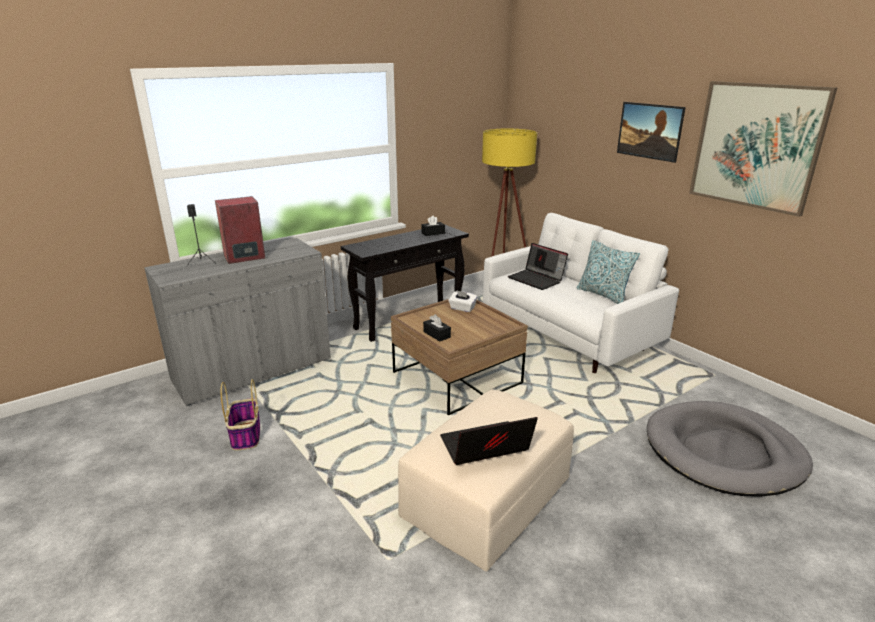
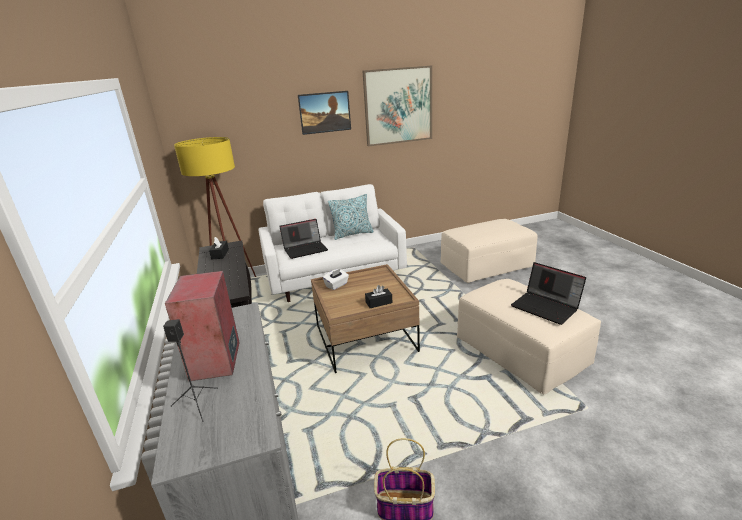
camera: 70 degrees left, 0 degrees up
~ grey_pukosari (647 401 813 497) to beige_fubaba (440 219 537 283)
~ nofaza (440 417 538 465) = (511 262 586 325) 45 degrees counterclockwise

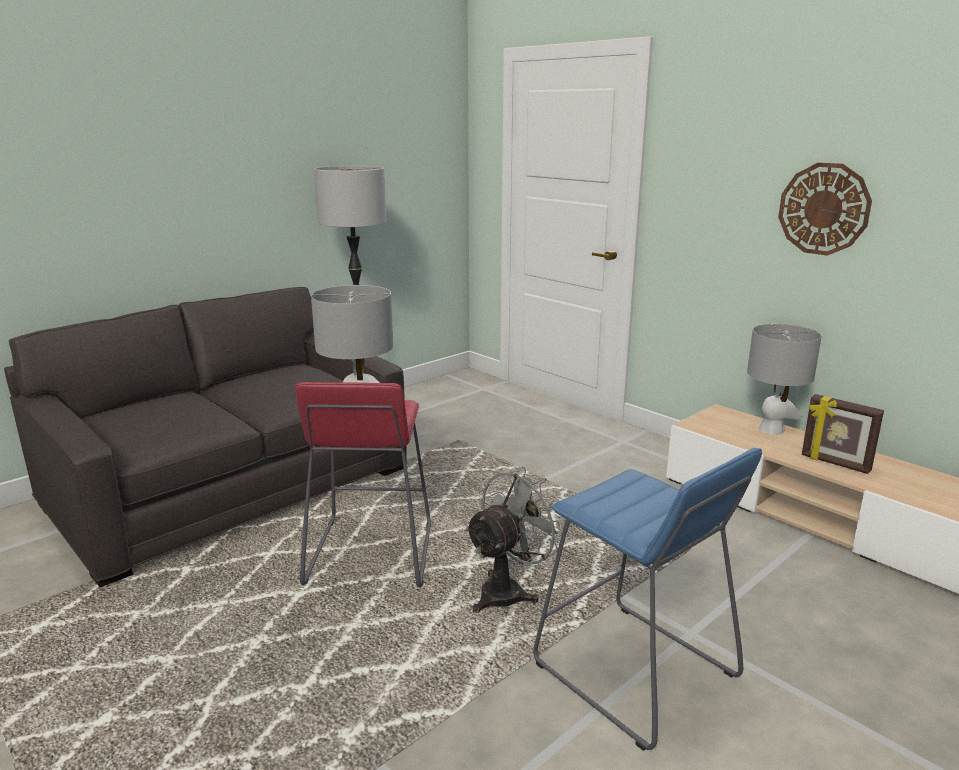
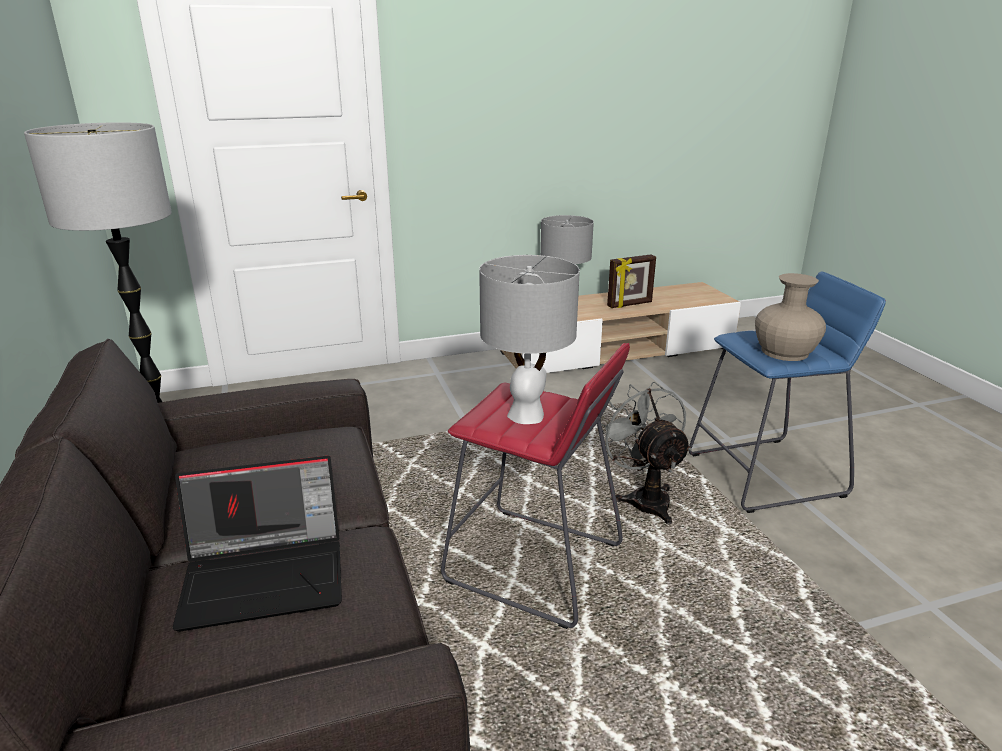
camera: 65 degrees left, 5 degrees up
- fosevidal (778 163 872 256)
+ nofaza (173 456 342 632)
+ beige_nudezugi (755 273 826 361)

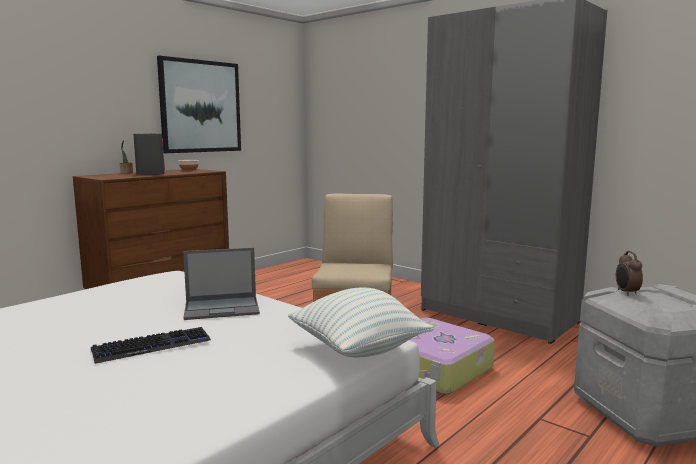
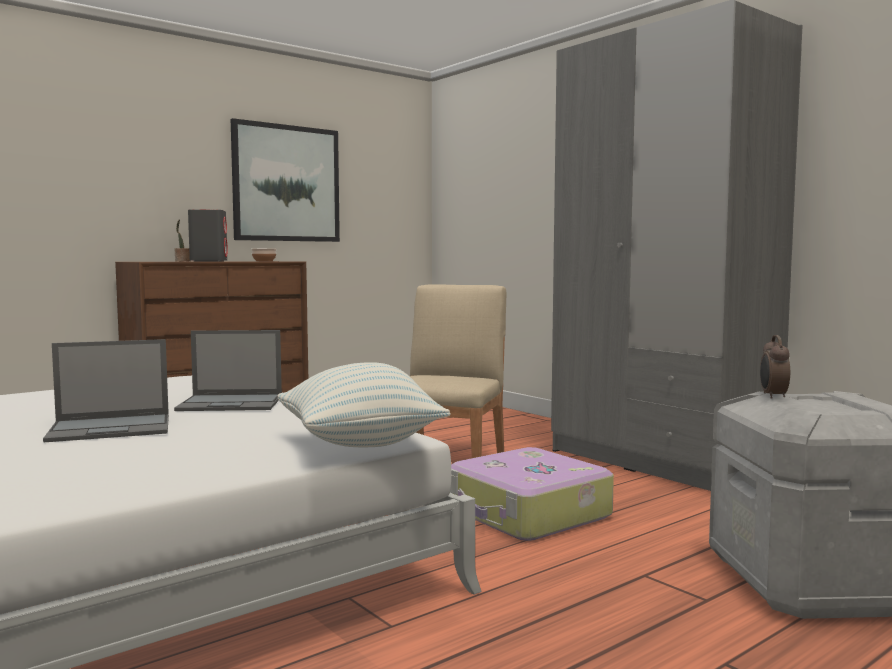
camera: 10 degrees right, 5 degrees down
~ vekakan (91 327 211 364) to nofaza (43 339 169 442)

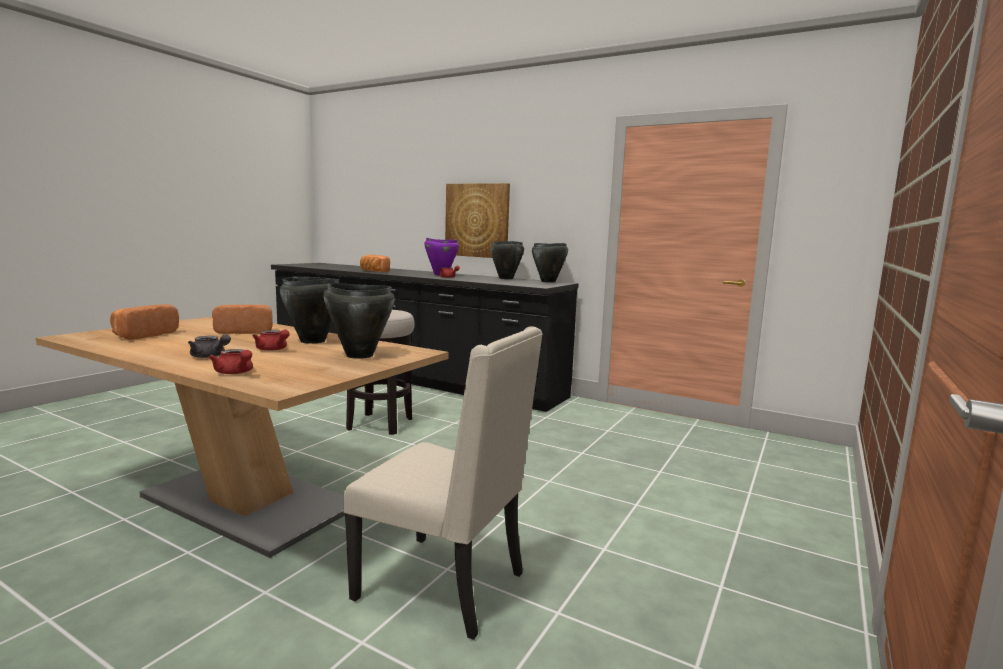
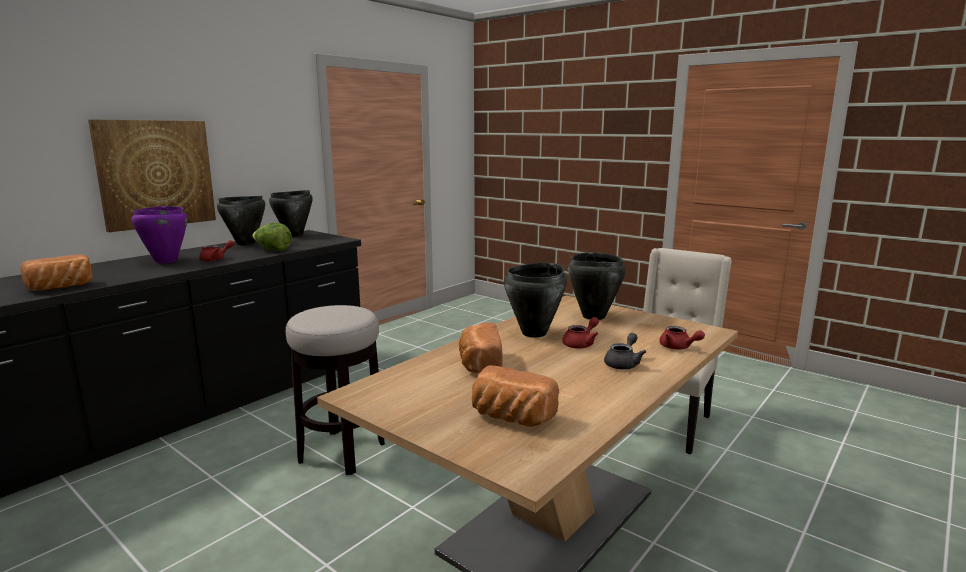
camera: 80 degrees left, 5 degrees up
+ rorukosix (252 222 292 251)
~ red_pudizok (209 349 253 374) = (659 326 705 349) 90 degrees clockwise

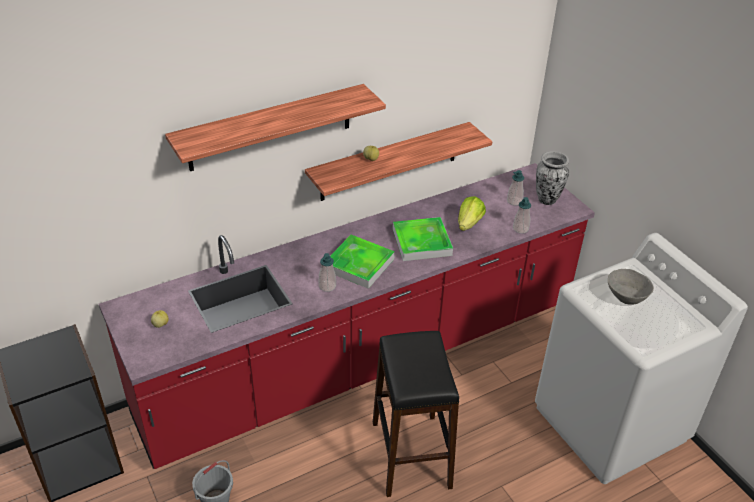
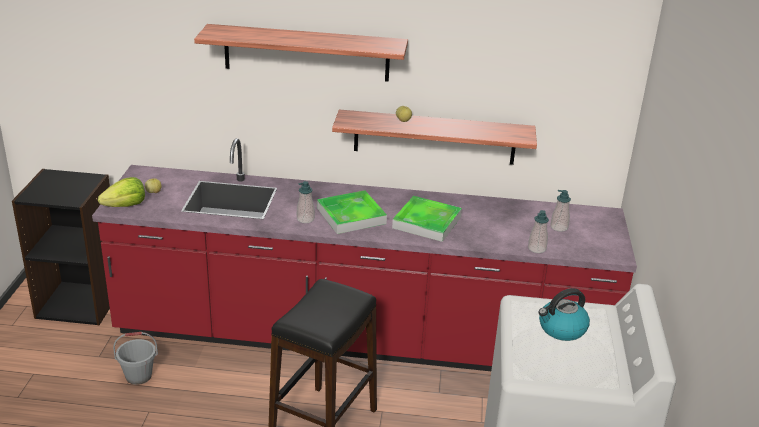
camera: 35 degrees right, 10 degrees down
- nudezugi (536 151 569 205)
~ rorukosix (458 196 486 231) to (98 177 145 207)
~ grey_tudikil (608 269 654 305) to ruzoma (538 288 590 341)

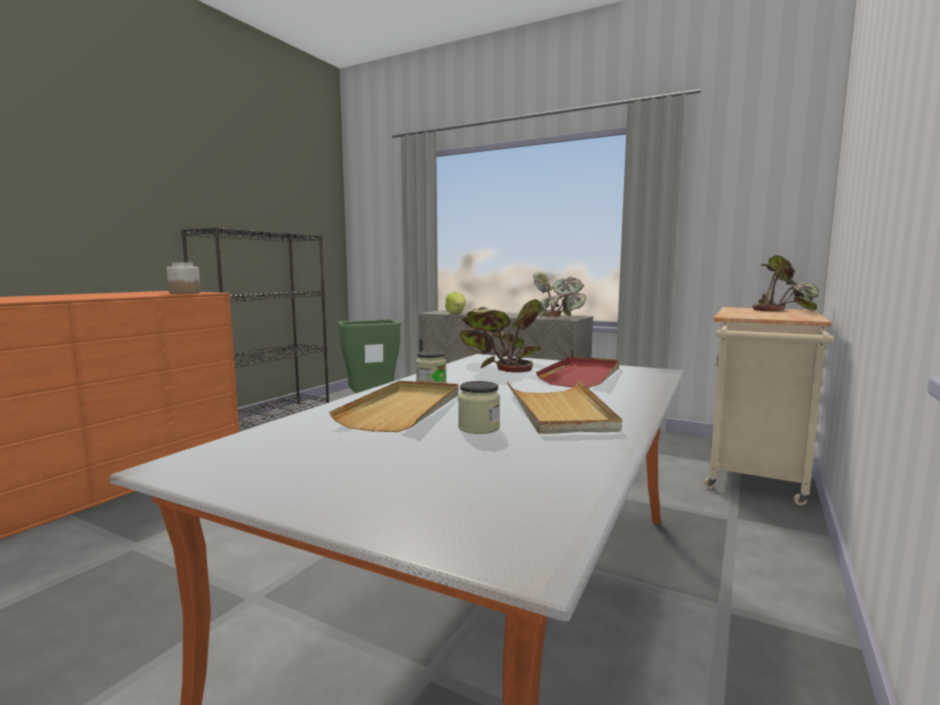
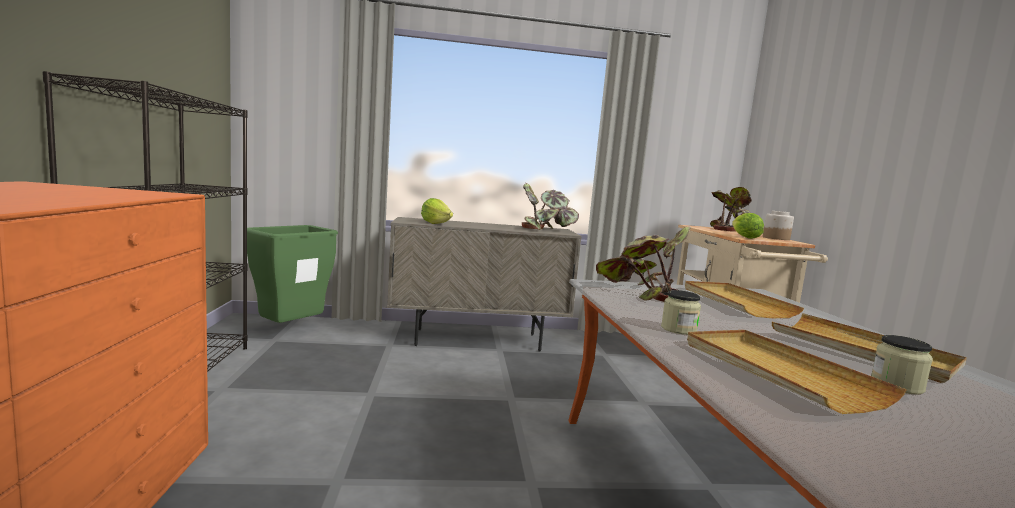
camera: 35 degrees left, 0 degrees up
+ rorukosix (732 213 764 239)
~ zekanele (167 263 200 294) to (763 211 794 240)
~ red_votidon (536 356 620 388) to beige_votidon (685 281 804 318)

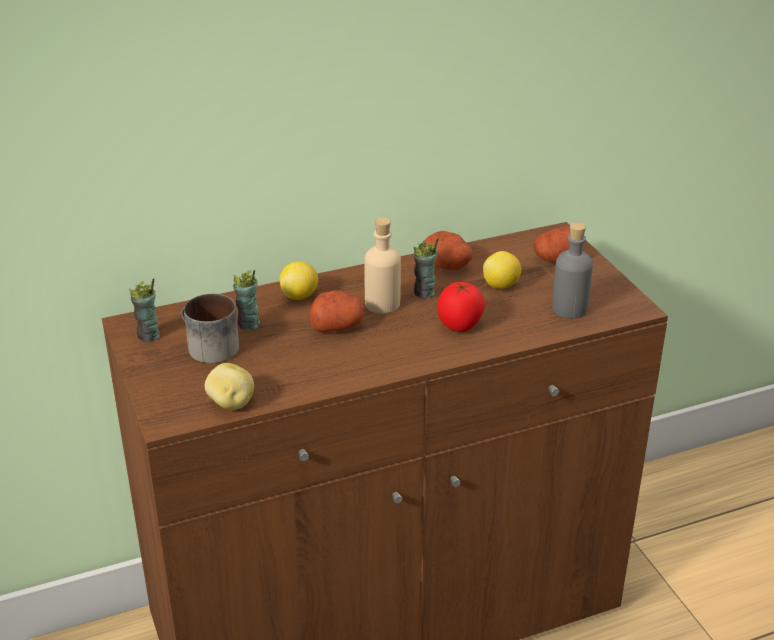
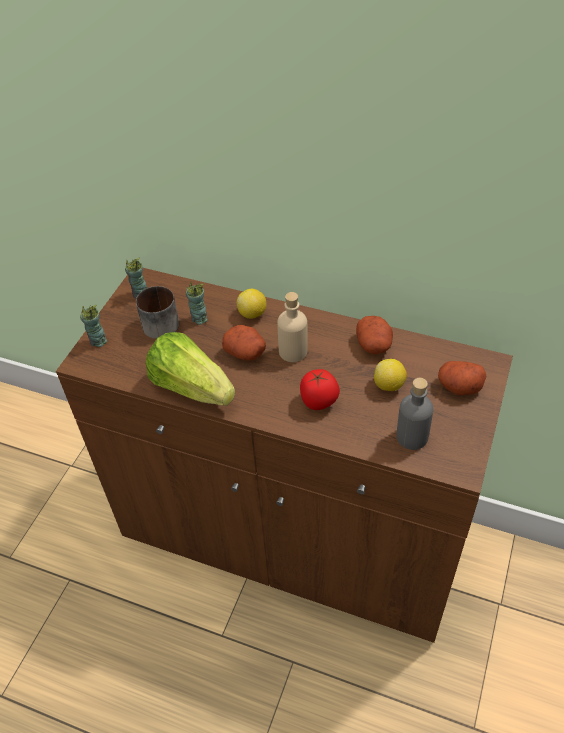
camera: 45 degrees right, 15 degrees up
- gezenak (205 363 254 410)
+ rorukosix (145 332 235 406)
~ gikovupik (414 238 439 299) to (80 305 107 347)

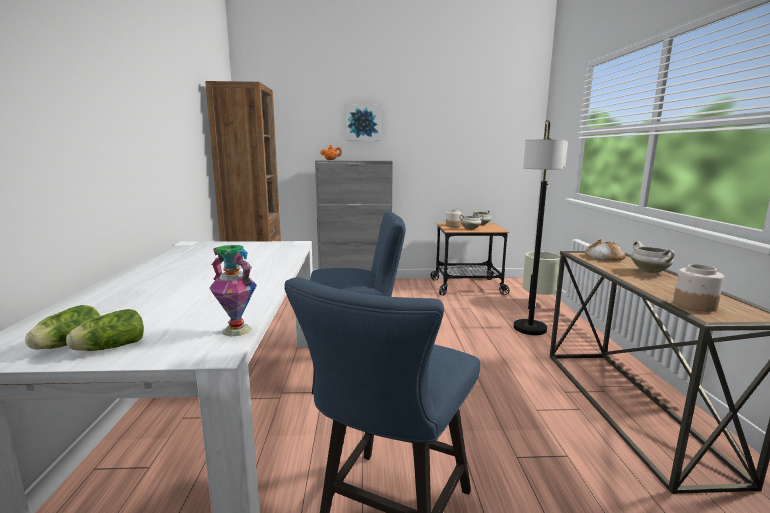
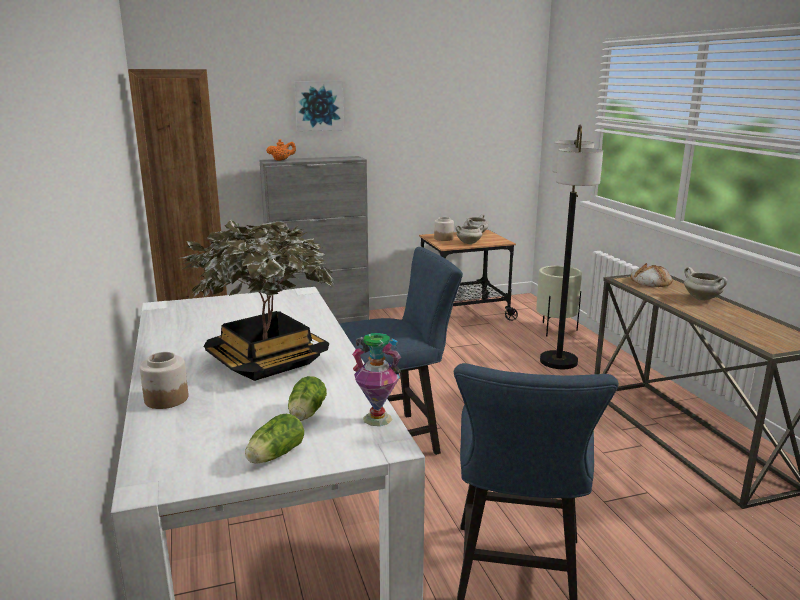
camera: 15 degrees left, 5 degrees up
+ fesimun (178 220 334 381)
~ rorukosix (25 305 100 350) to (288 376 327 421)
~ zekanele (673 264 724 312) to (140 352 188 409)

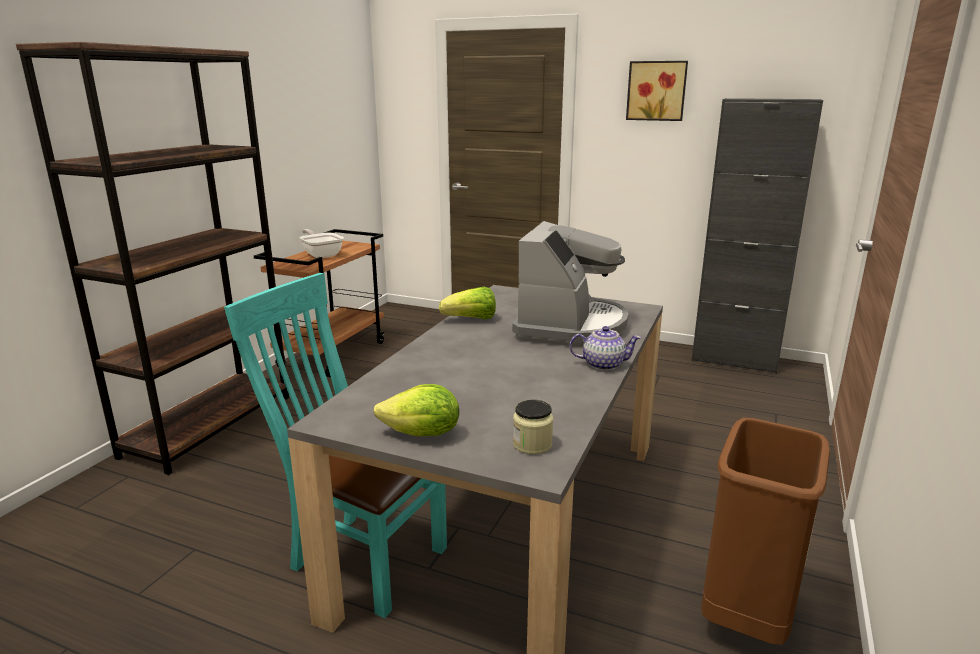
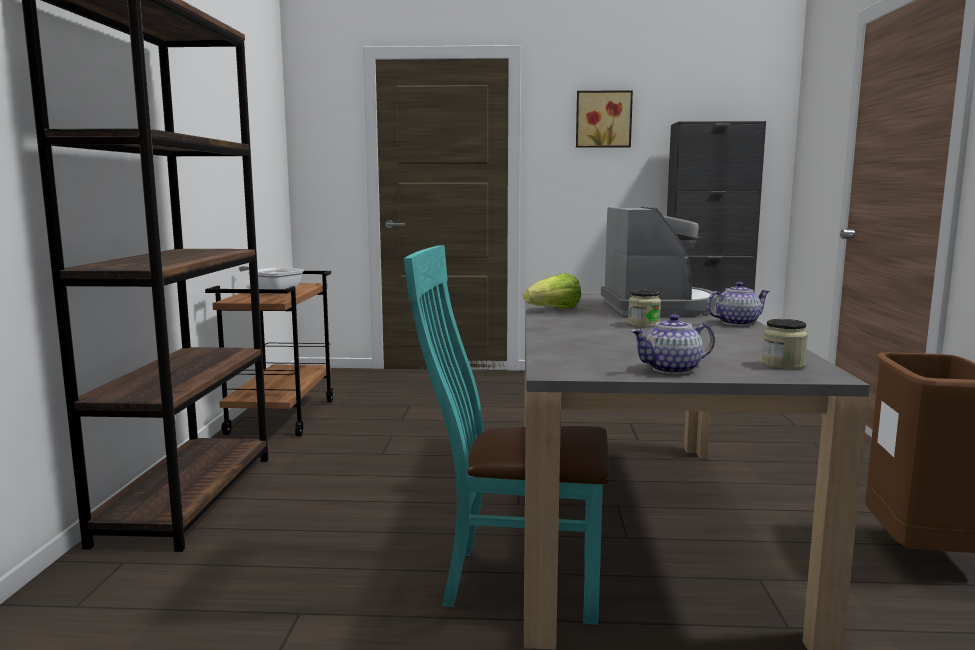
camera: 20 degrees left, 10 degrees down
+ zekanele (628 290 661 328)
~ rorukosix (374 384 459 436) to pudizok (630 314 715 374)

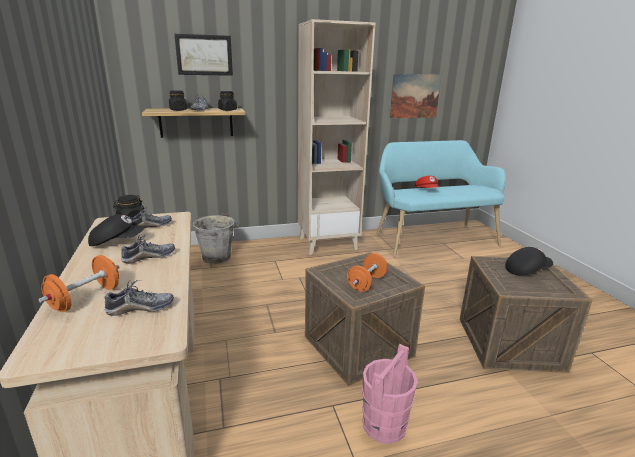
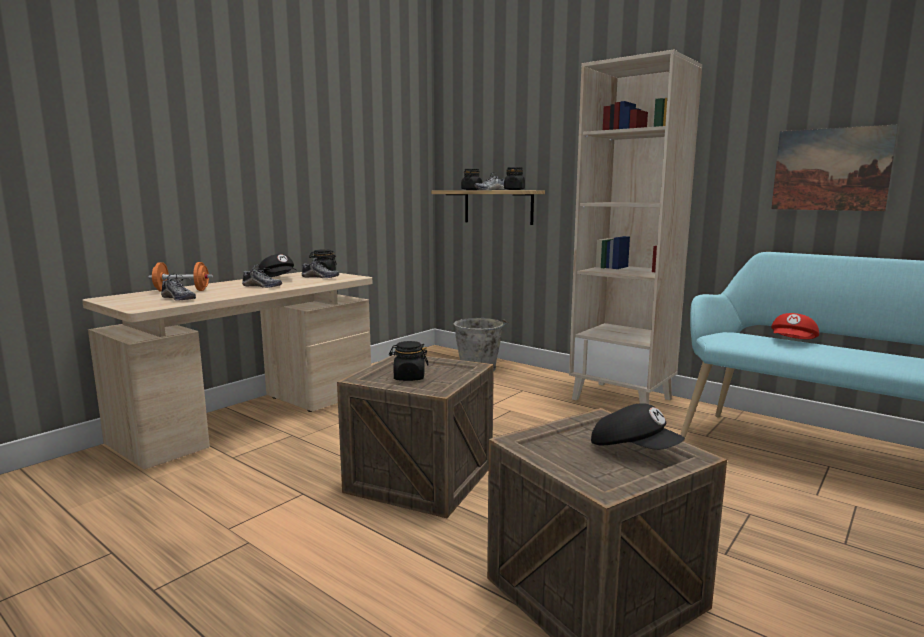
camera: 55 degrees right, 10 degrees down
- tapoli (174 34 233 76)
- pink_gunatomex (362 344 418 444)
~ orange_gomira (347 253 388 292) to black_zekanele (389 341 429 381)

